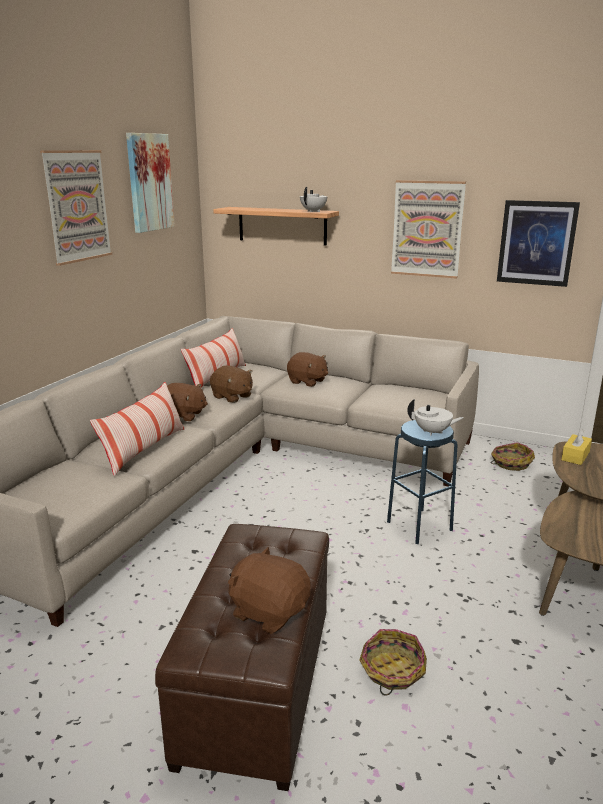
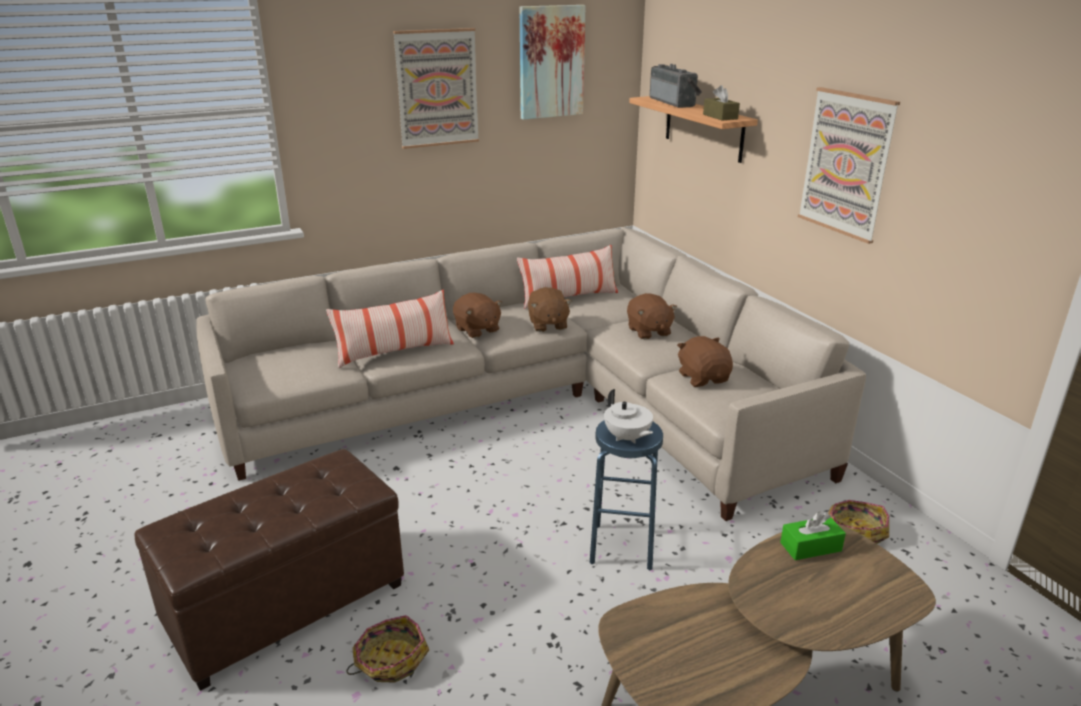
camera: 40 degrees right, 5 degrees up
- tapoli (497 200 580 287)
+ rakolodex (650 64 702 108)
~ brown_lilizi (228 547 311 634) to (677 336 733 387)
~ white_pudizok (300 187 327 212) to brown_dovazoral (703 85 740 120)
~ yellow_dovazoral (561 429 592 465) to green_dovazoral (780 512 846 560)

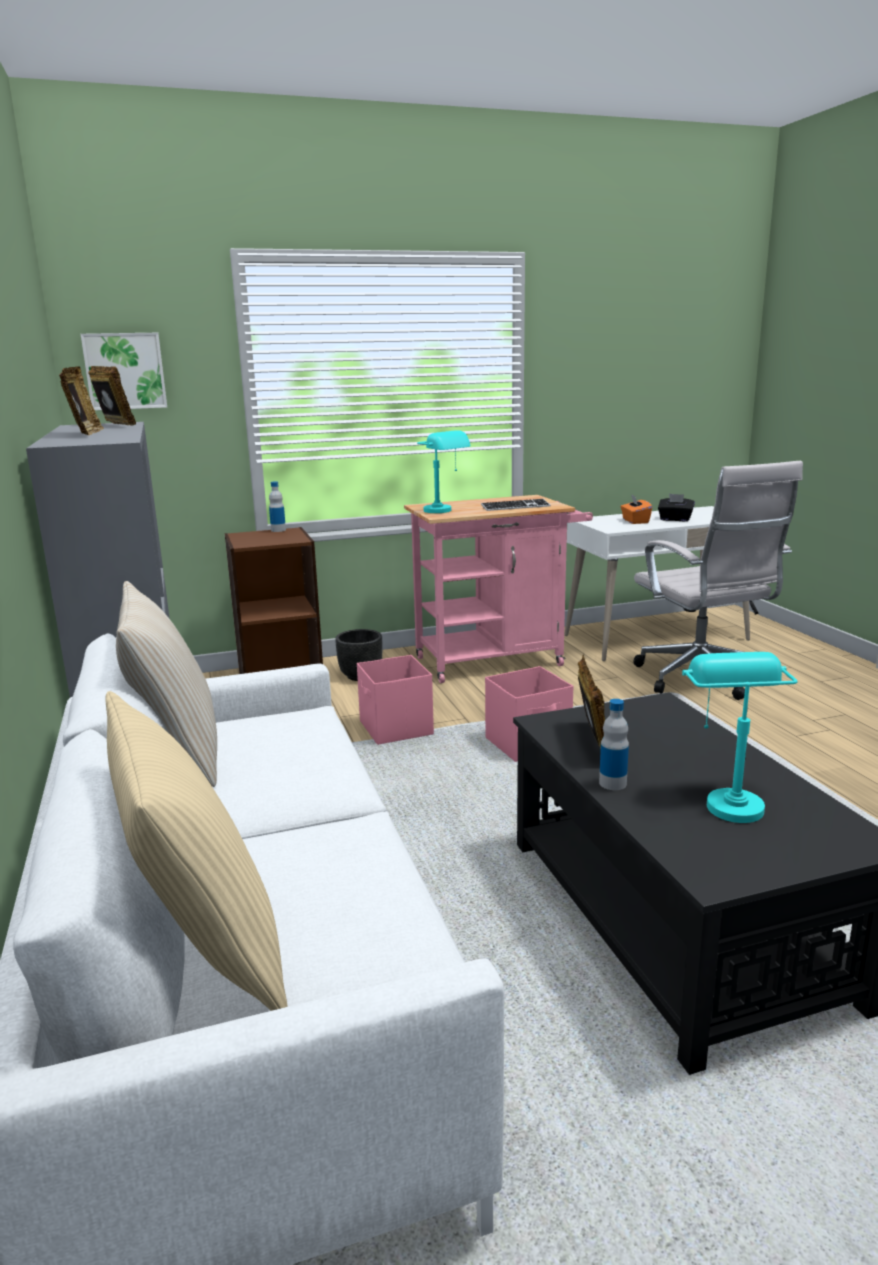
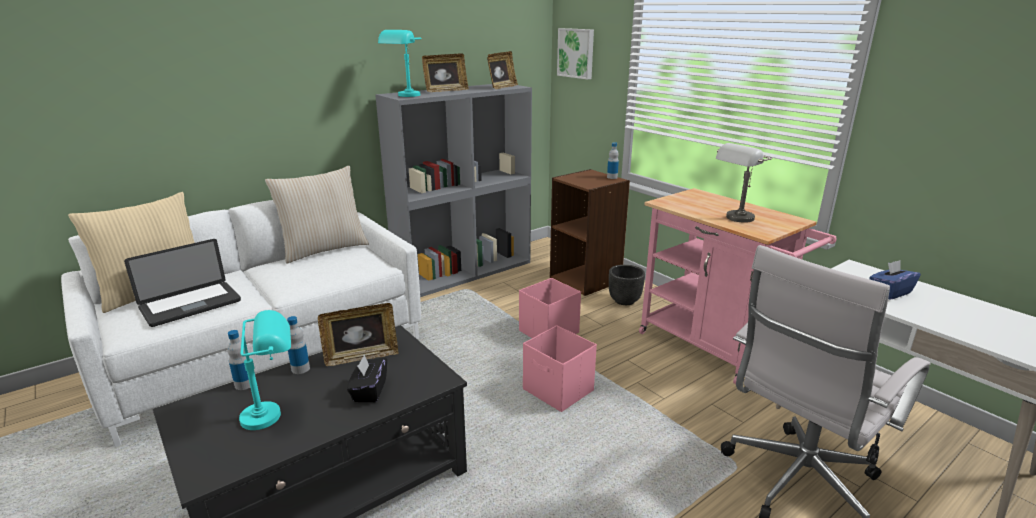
camera: 70 degrees right, 5 degrees up
+ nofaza (124 239 241 327)
+ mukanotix (227 330 250 390)
~ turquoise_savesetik (417 430 470 513) to (378 30 421 97)
~ black_dovazoral (658 494 695 521) to (347 355 387 402)
~ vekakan (481 499 551 511) to grey_savesetik (716 143 772 223)
~ orange_dovazoral (621 494 652 524) to blue_dovazoral (870 260 921 300)

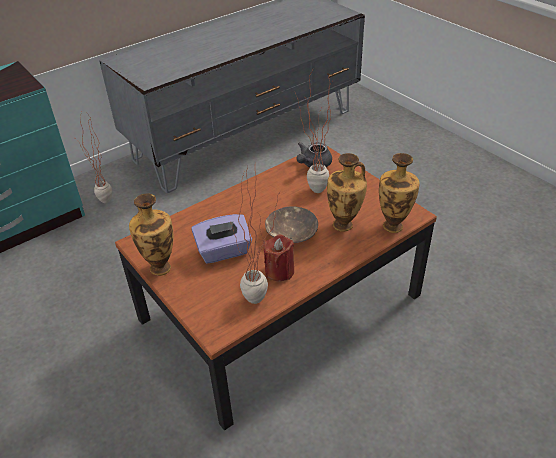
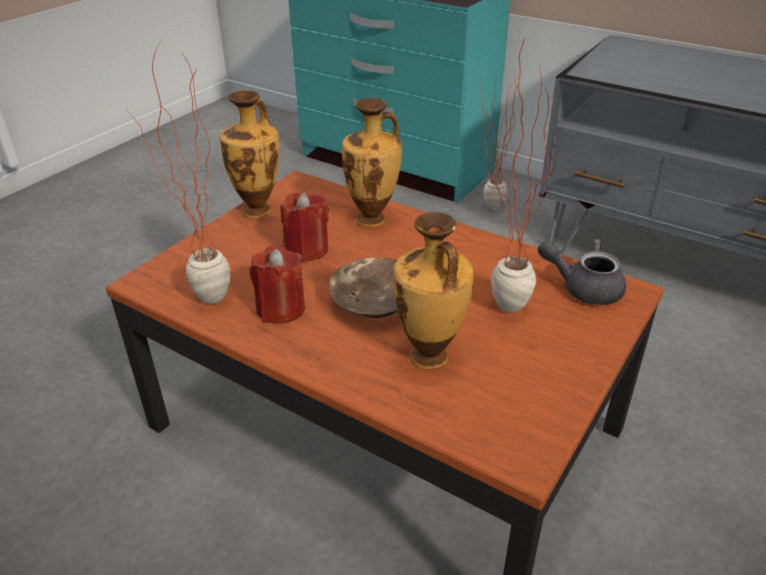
camera: 70 degrees right, 5 degrees down
~ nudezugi (379 153 420 233) to (342 98 402 227)
~ purple_dovazoral (191 214 252 264) to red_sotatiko (280 192 329 262)

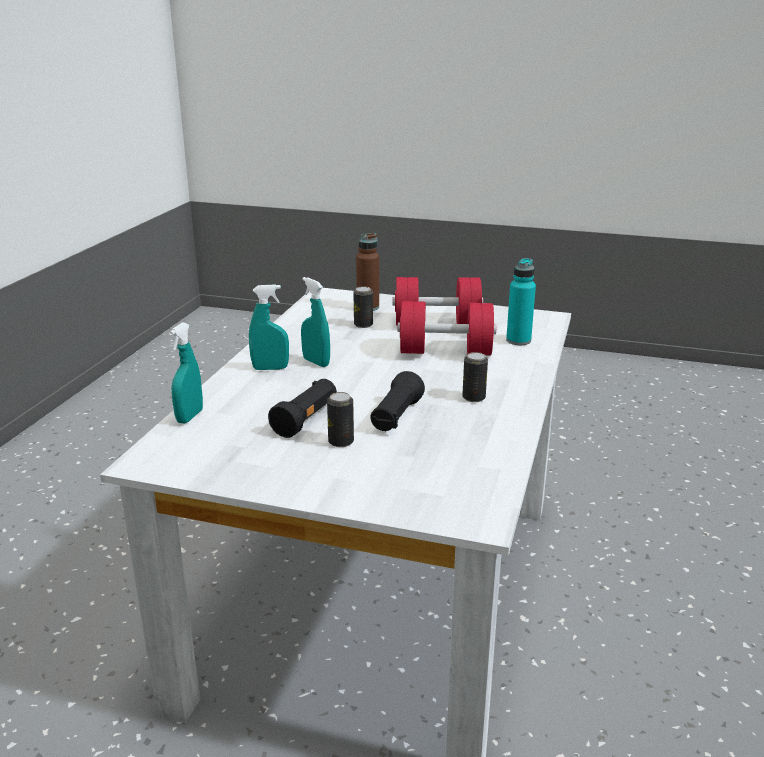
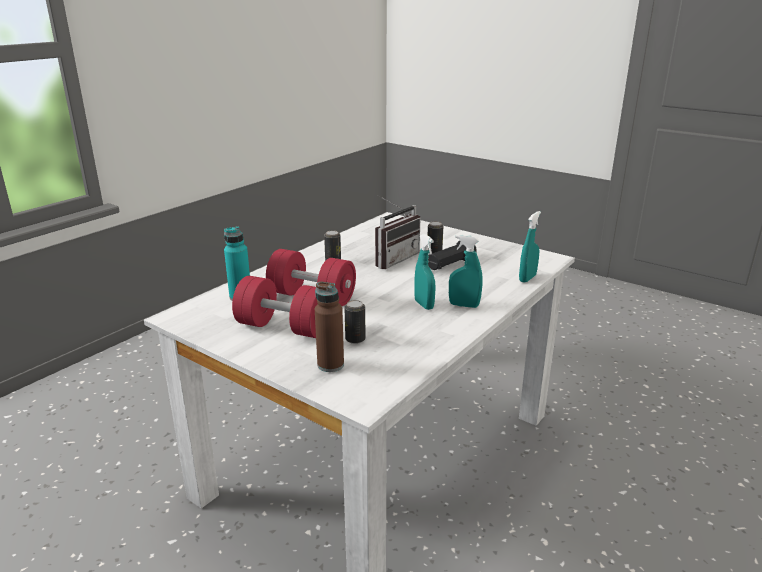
camera: 160 degrees left, 0 degrees up
~ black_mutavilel (370 371 425 431) to rakolodex (375 195 421 269)

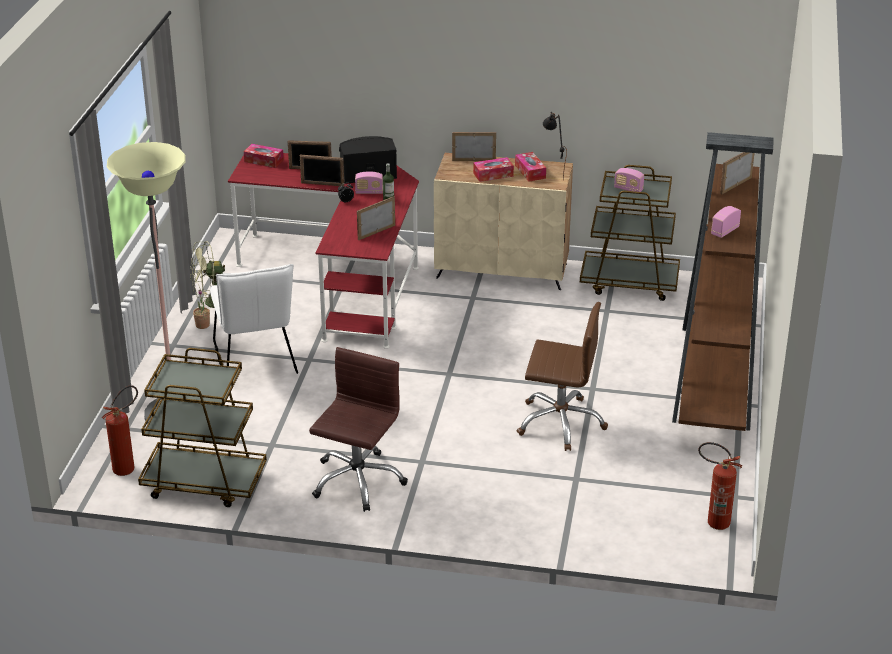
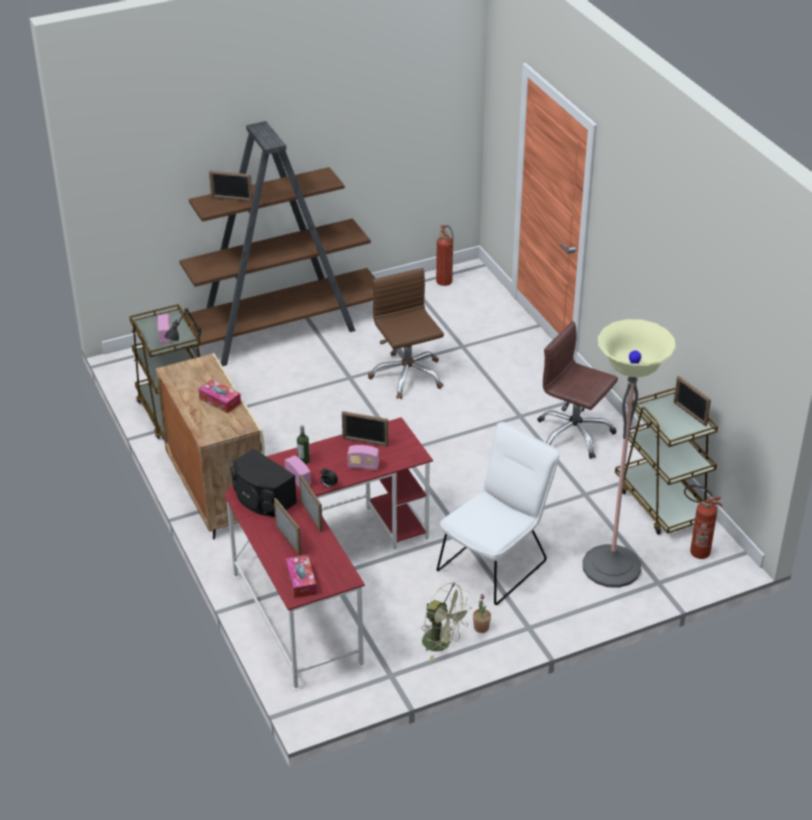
camera: 125 degrees left, 5 degrees up
- dovazoral (515 152 546 182)
~ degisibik (452 132 496 161) to (674 376 711 427)
~ rakolodex (711 206 741 238) to (347 445 379 470)
~ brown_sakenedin (309 347 408 512) = (537 321 618 459) 45 degrees clockwise

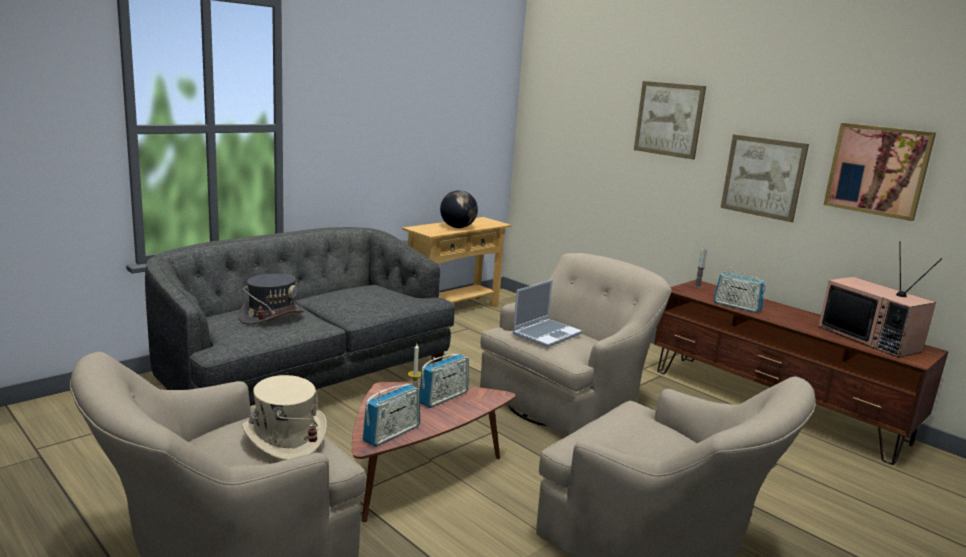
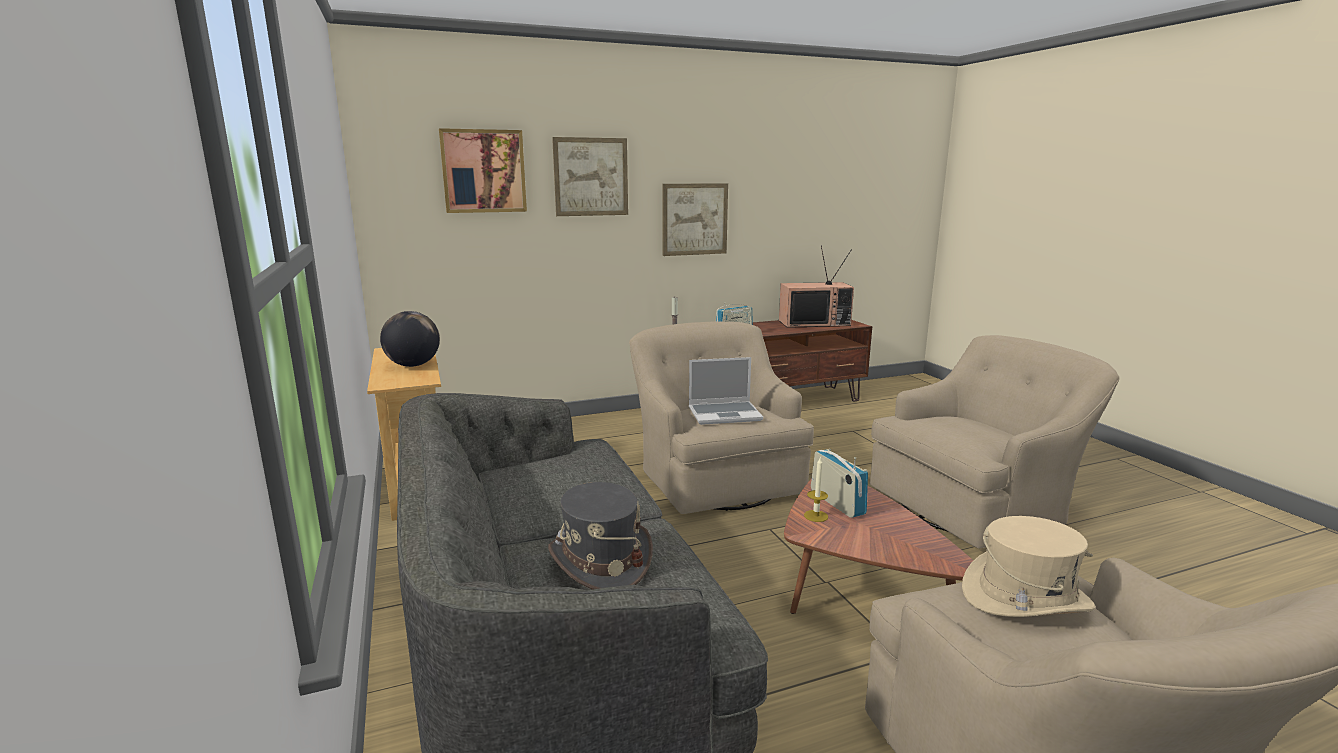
camera: 65 degrees left, 0 degrees up
- rakolodex (362 384 420 447)
~ tapoli (823 123 936 221) to (439 128 527 213)
~ nofaza (512 280 582 347) = (689 357 763 425) 105 degrees clockwise

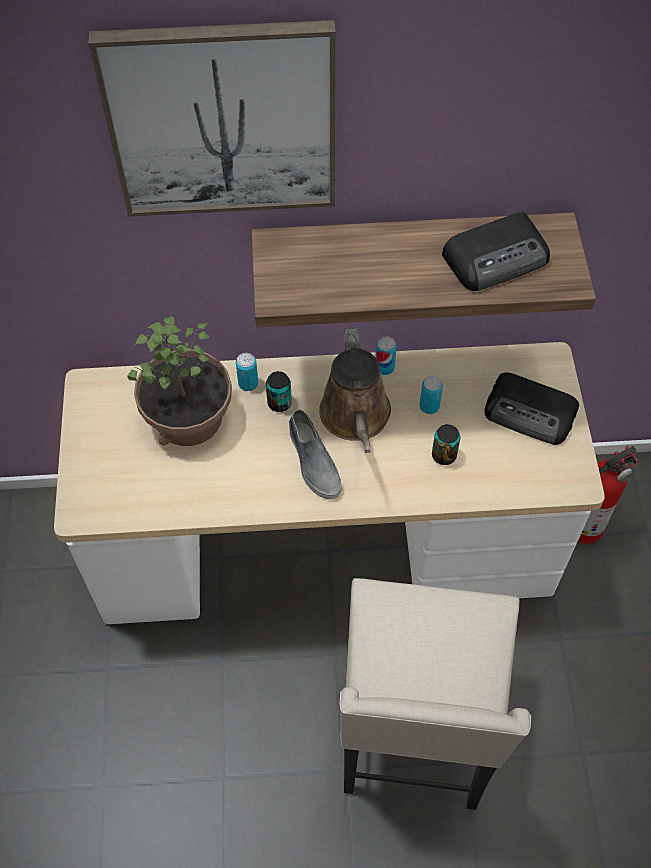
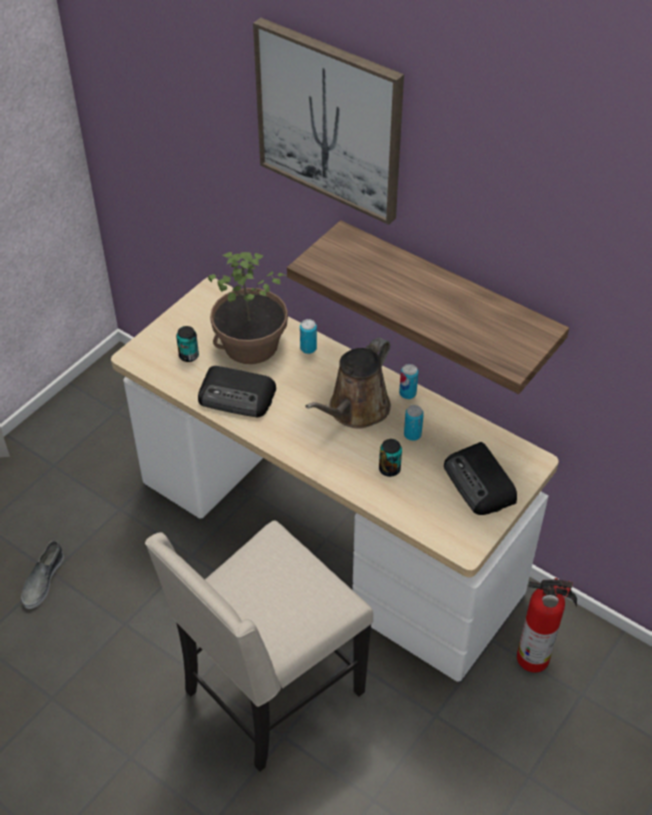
camera: 40 degrees right, 10 degrees down
~ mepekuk (266 371 292 412) to (176 326 199 362)
~ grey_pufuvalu (289 410 341 500) to (21 541 64 609)
~ rakolodex (442 212 550 291) to (198 366 276 417)

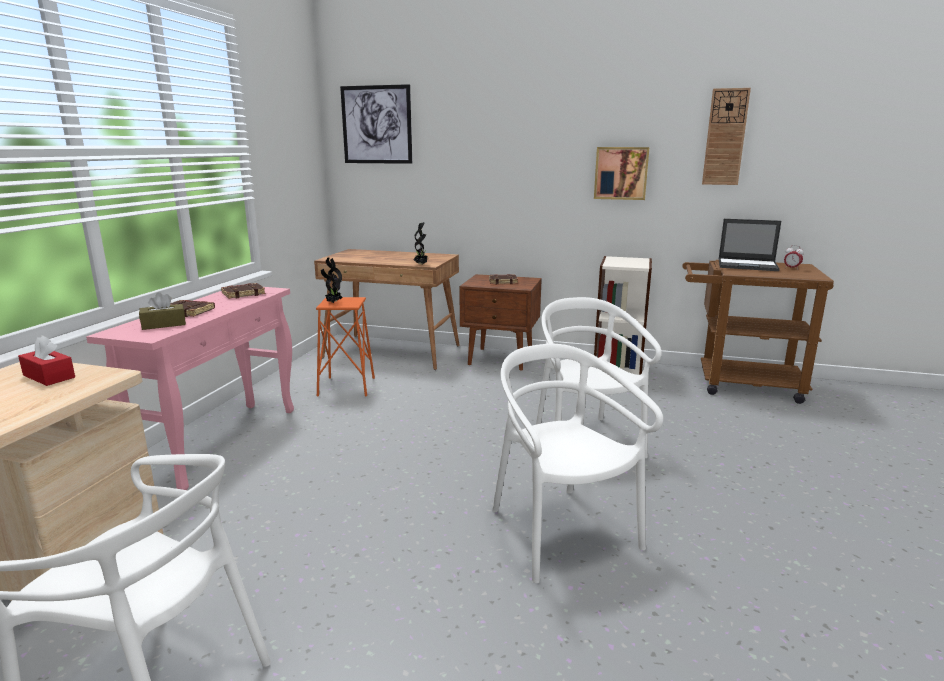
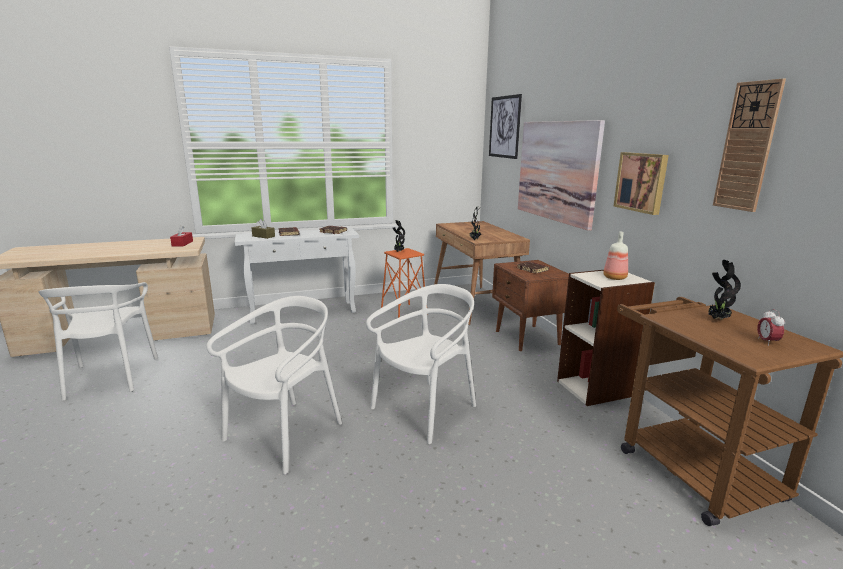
camera: 55 degrees right, 0 degrees up
+ tapoli (518 120 605 231)
+ mukanotix (603 232 628 280)
~ nofaza (719 219 781 271) to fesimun (709 260 741 320)
~ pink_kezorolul (86 287 294 490) to white_kezorolul (235 227 359 324)

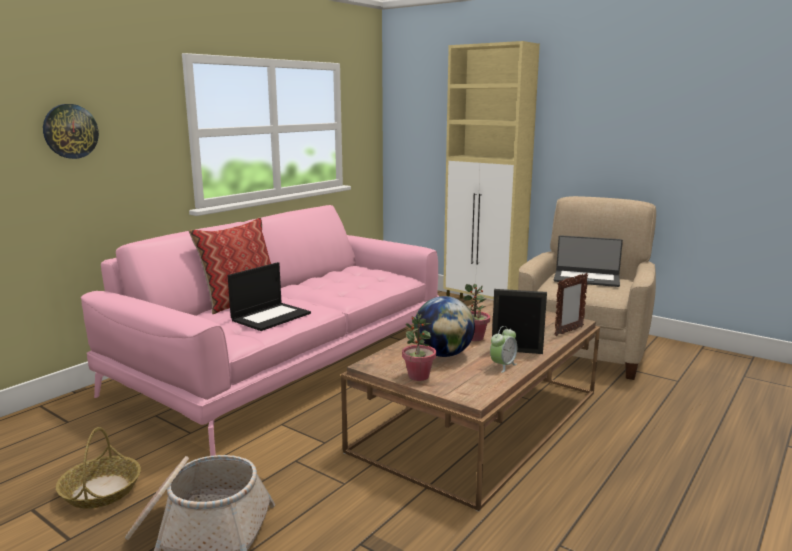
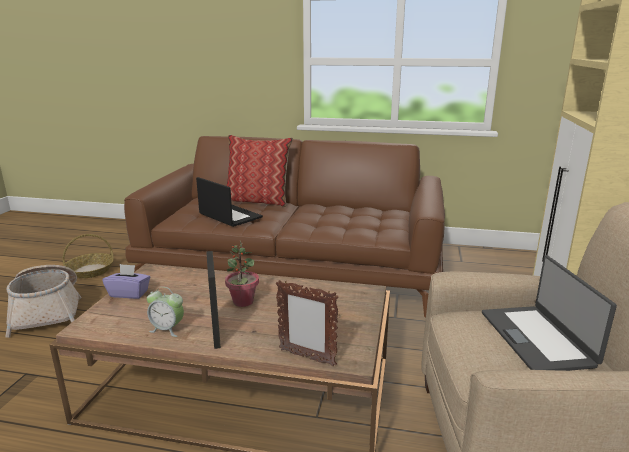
camera: 65 degrees right, 5 degrees up
- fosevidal (43 104 99 159)
- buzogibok (414 296 475 357)
~ fesimun (402 312 436 381) to purple_dovazoral (103 264 150 299)
~ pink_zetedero (81 205 439 456) to brown_zetedero (124 136 445 318)
~ nofaza (228 262 311 331) = (196 177 263 227) 150 degrees counterclockwise

